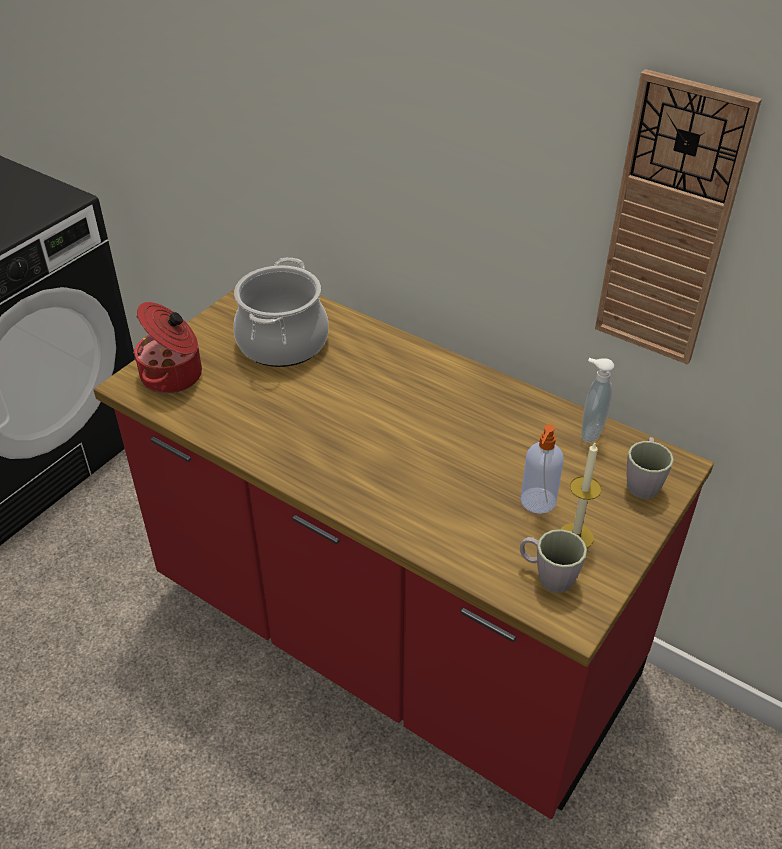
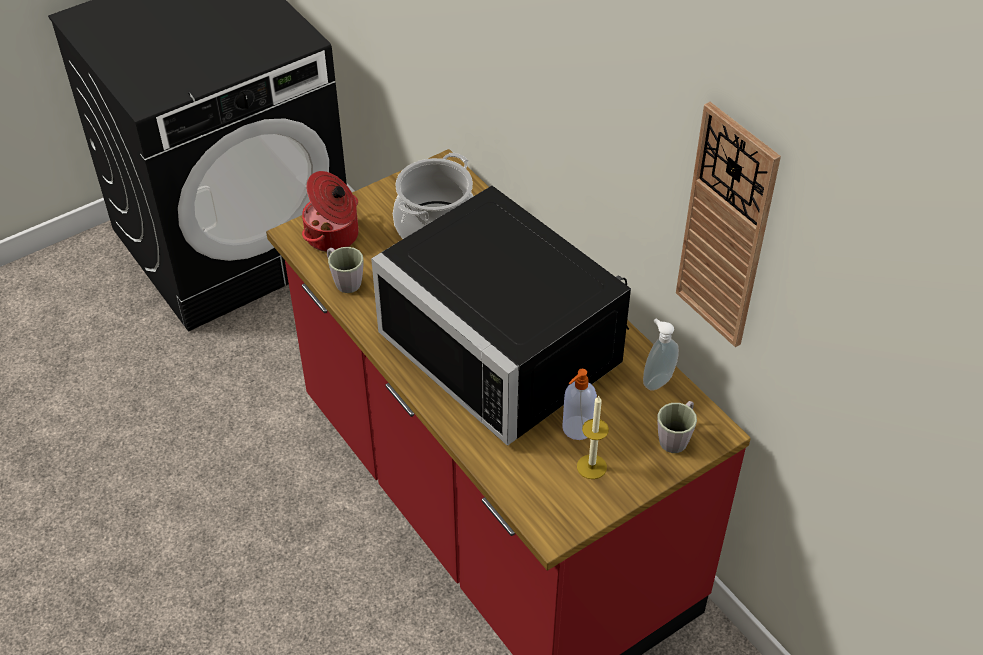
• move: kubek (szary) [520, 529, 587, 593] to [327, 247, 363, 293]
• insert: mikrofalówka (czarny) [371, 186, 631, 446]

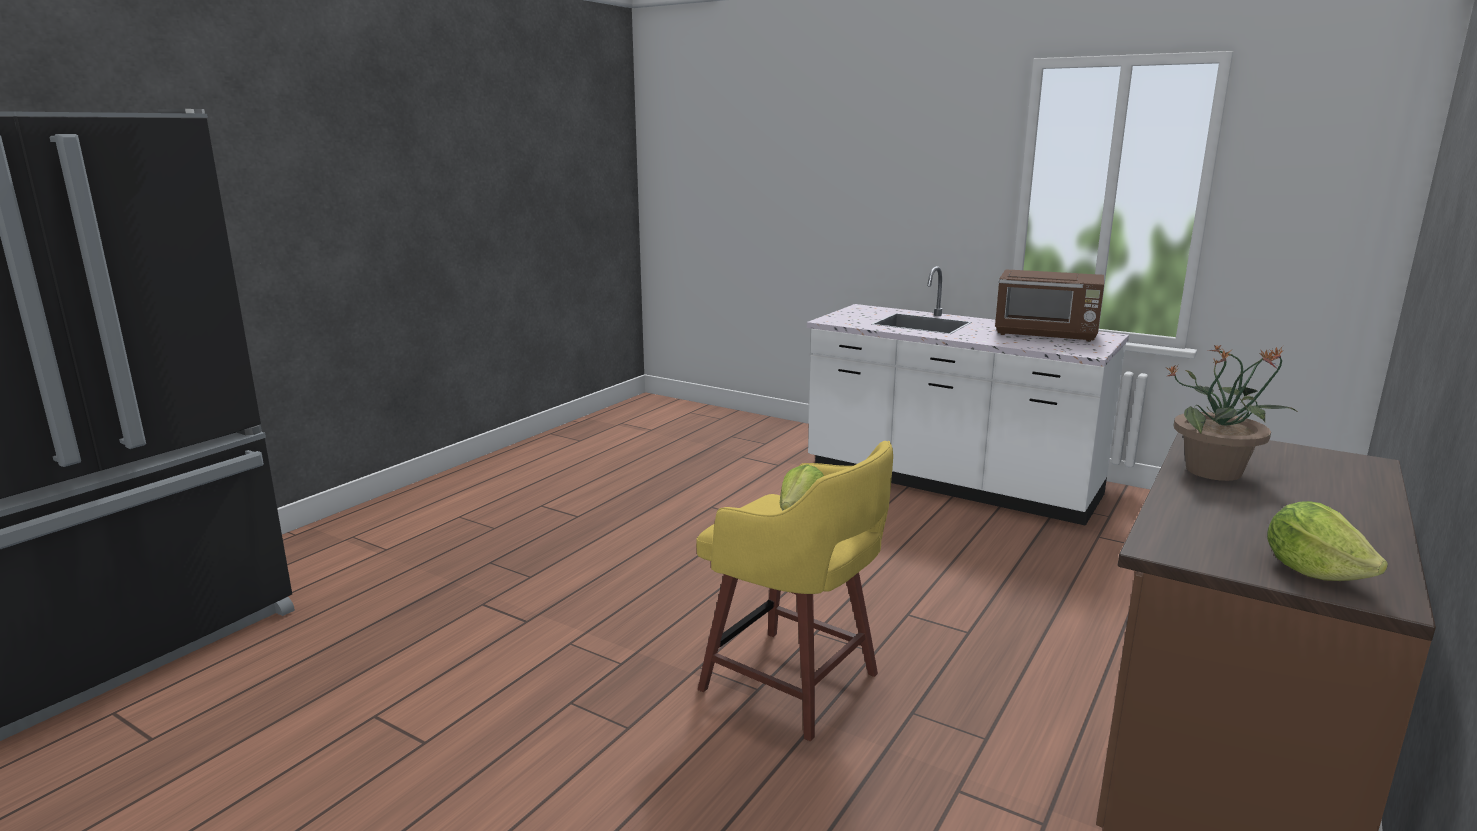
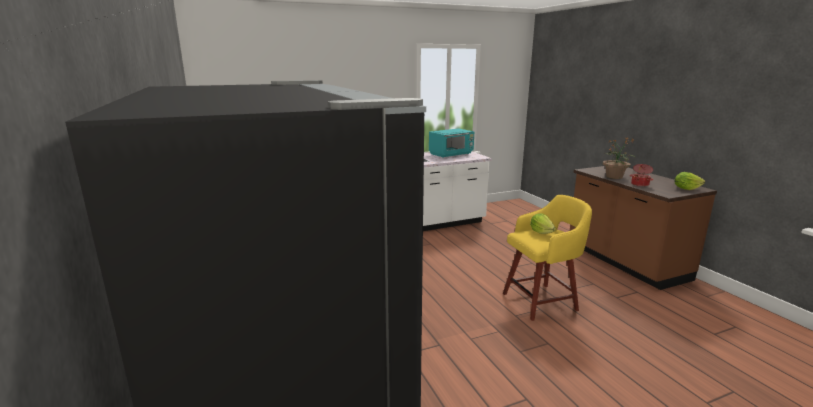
• recolor: mikrofalówka (brązowy) [995, 269, 1104, 342] to mikrofalówka (turkusowy) [429, 128, 474, 158]
• insert: garnek [630, 164, 653, 187]

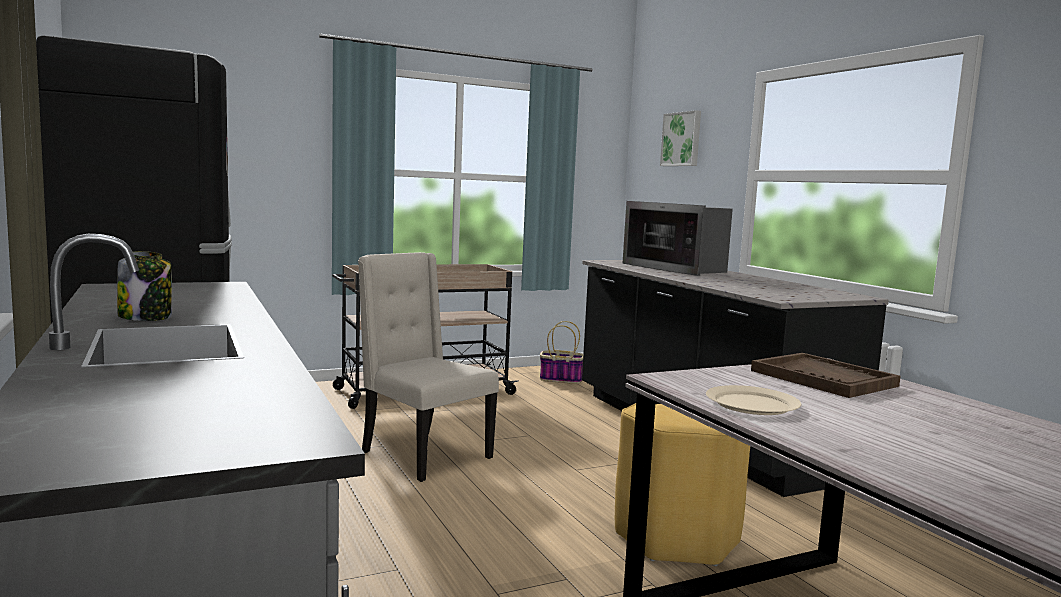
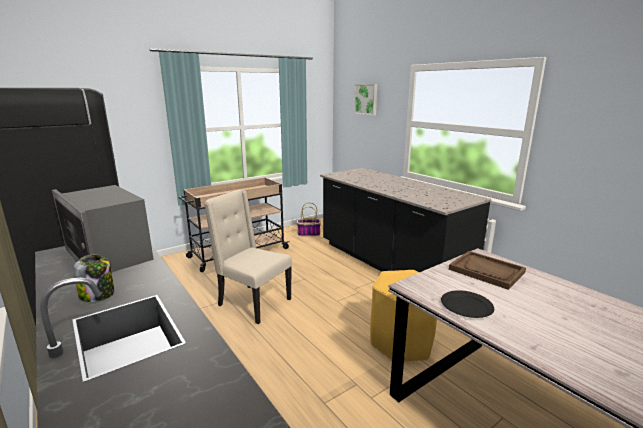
• move: mikrofalówka [622, 201, 733, 276] to [52, 185, 154, 272]
• recolor: talerz (beżowy) [706, 385, 801, 415] to talerz (czarny) [441, 290, 494, 318]

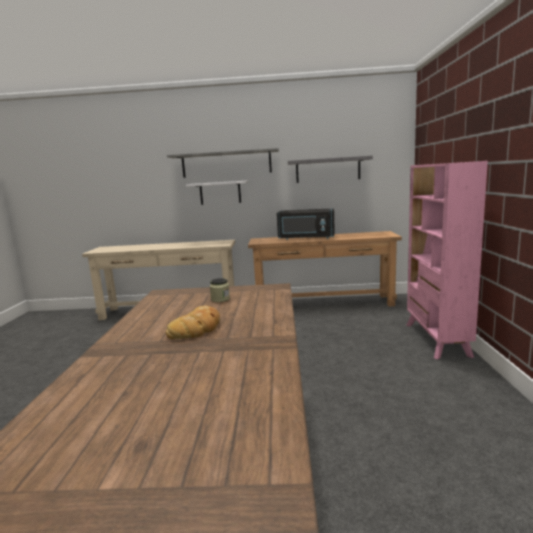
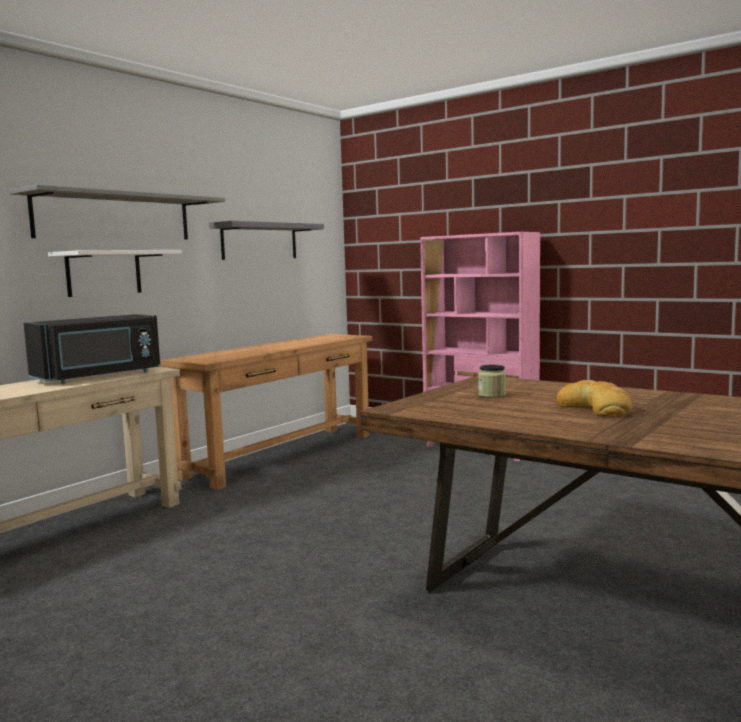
• move: mikrofalówka (czarny) [277, 208, 335, 240] to [24, 314, 160, 384]

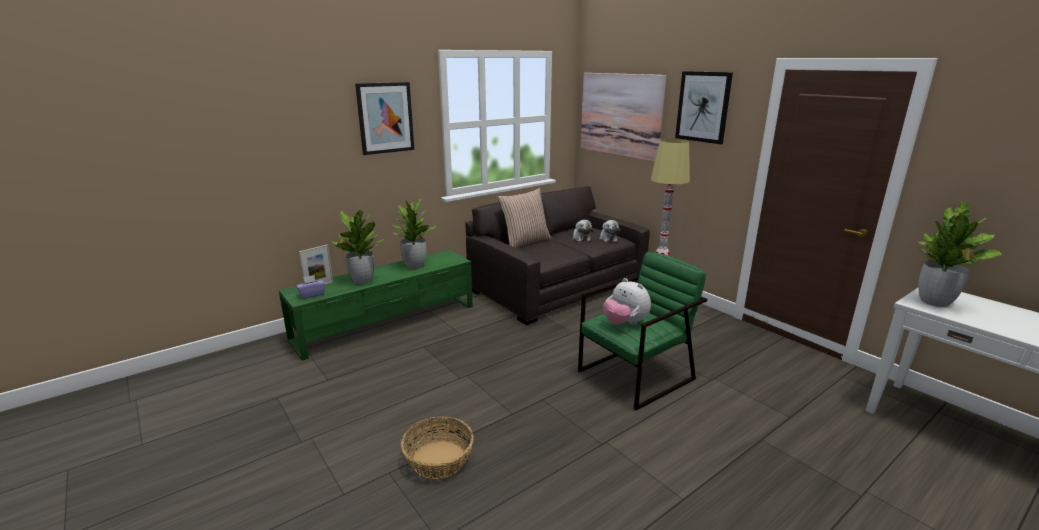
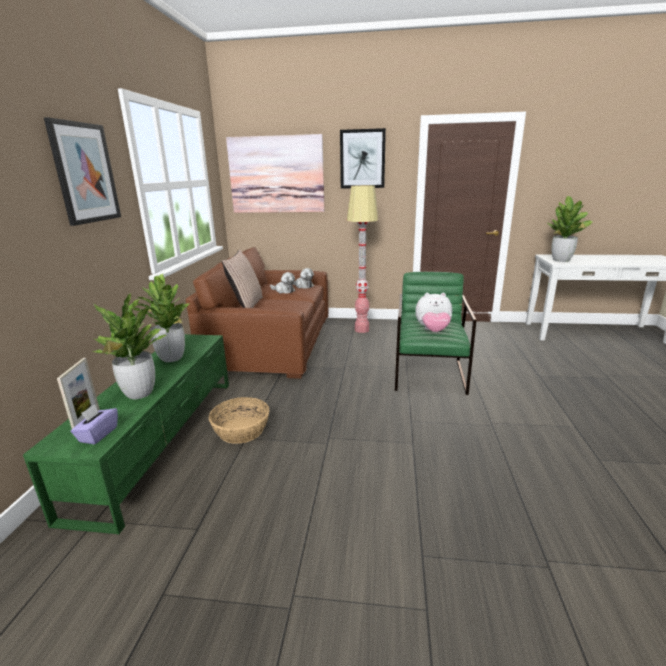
• recolor: kanapa (szary) [465, 186, 650, 325] to kanapa (brązowy) [186, 247, 328, 379]
• move: koszyk [401, 417, 474, 479] to [209, 397, 269, 444]

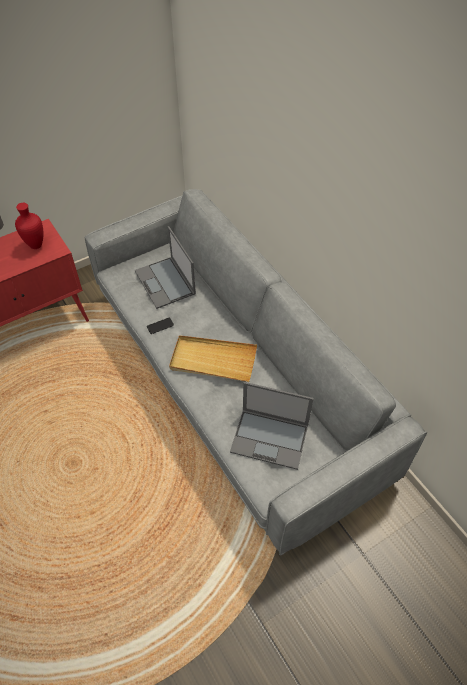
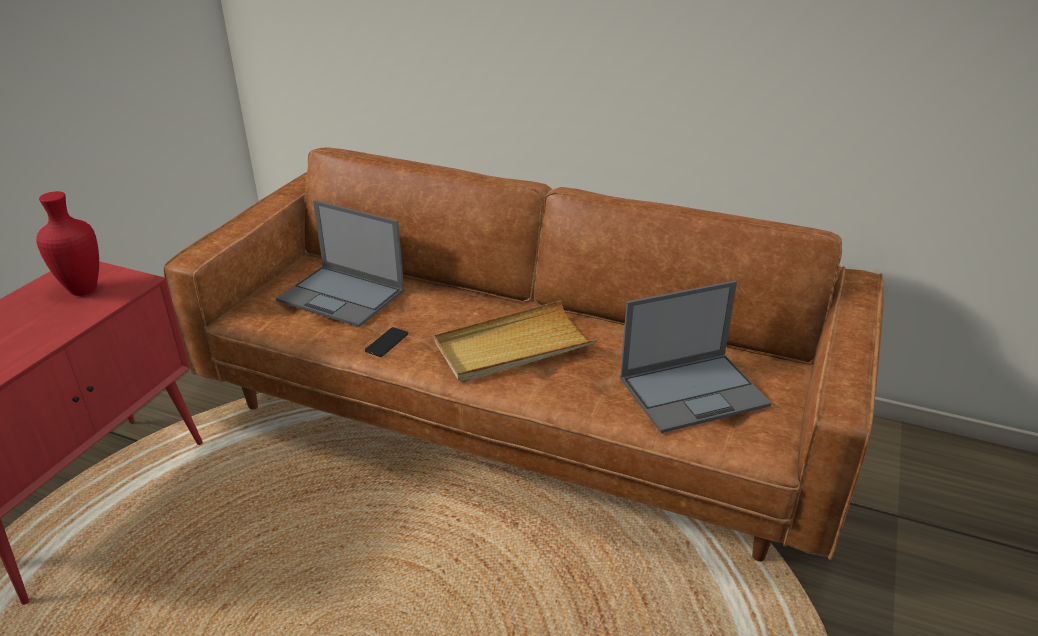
• recolor: kanapa (szary) [85, 189, 427, 556] to kanapa (brązowy) [163, 147, 884, 561]

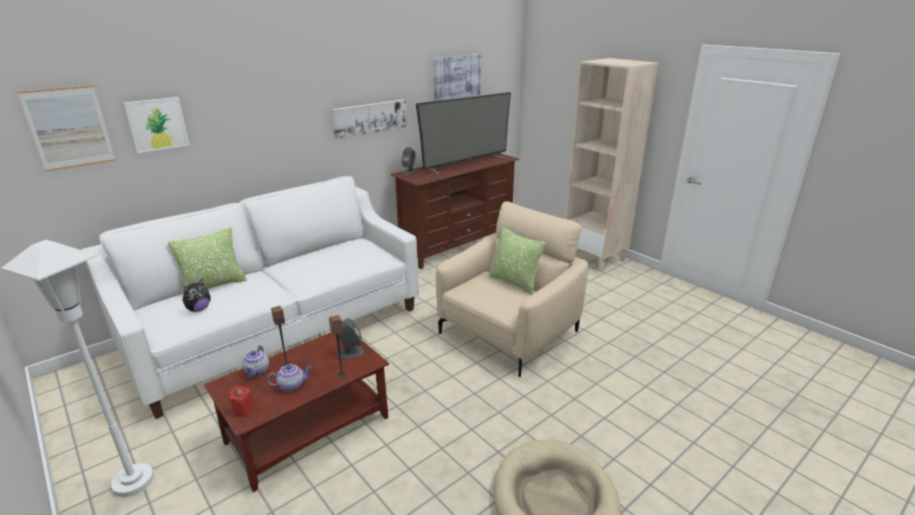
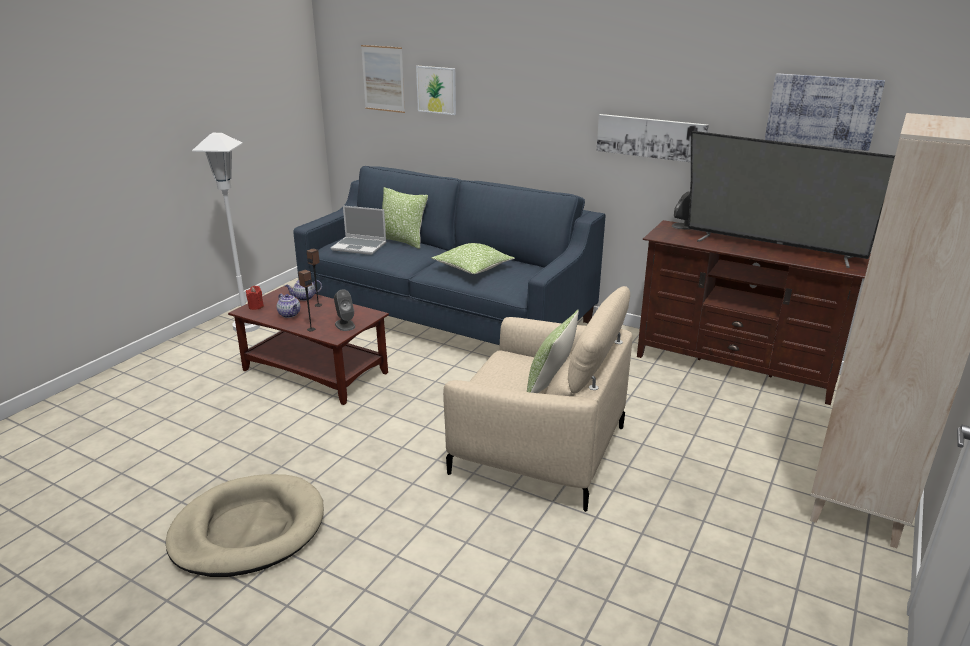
• recolor: kanapa (biały) [81, 176, 419, 419] to kanapa (niebieski) [293, 166, 606, 345]
• replace: pluszak [182, 279, 210, 312] to laptop [331, 206, 386, 255]
• insert: poduszka [432, 243, 515, 274]

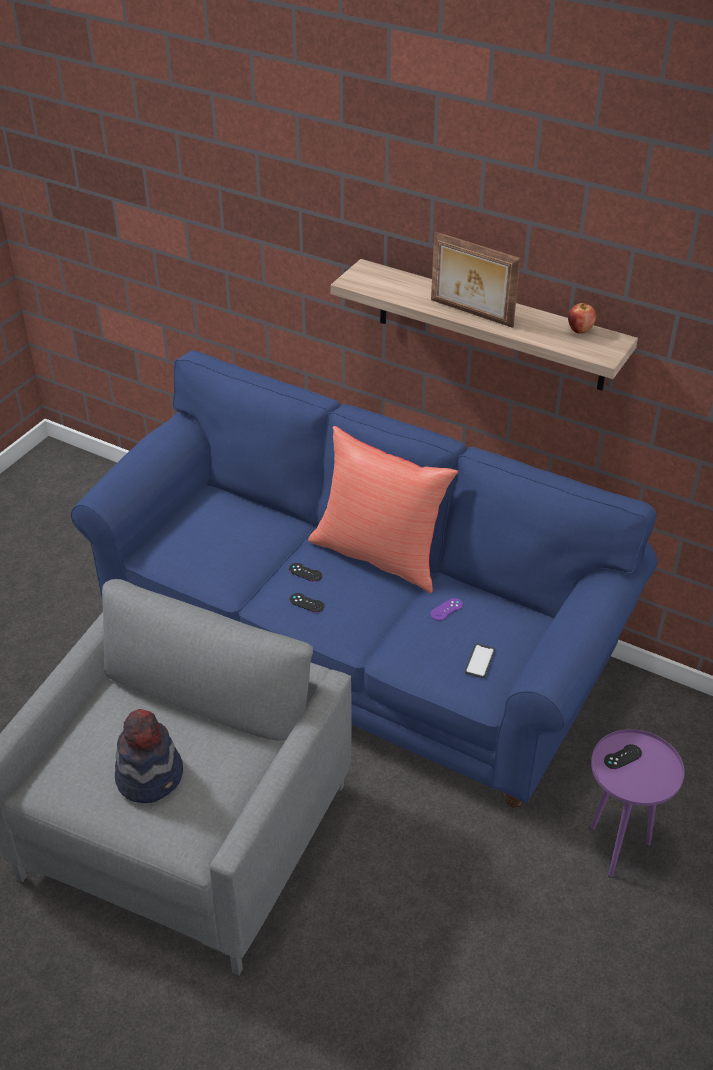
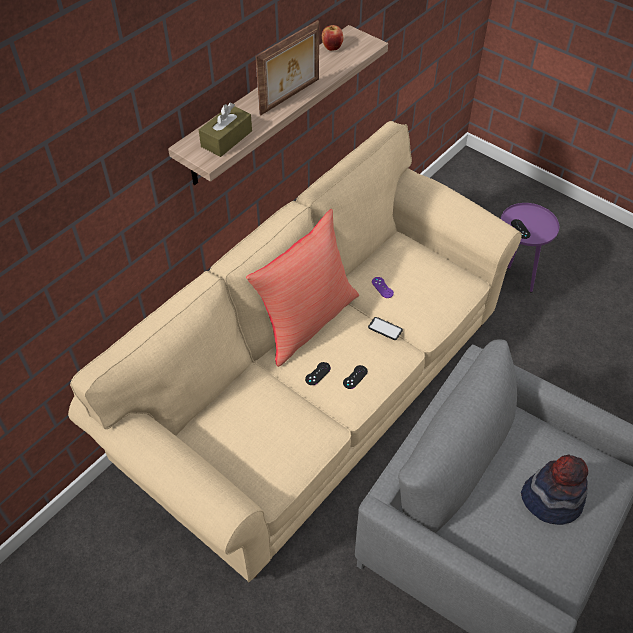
• recolor: kanapa (niebieski) [71, 351, 658, 808] to kanapa (beżowy) [68, 121, 522, 583]
• insert: pudełko chusteczek (brązowy) [199, 102, 252, 157]
• move: telefon [465, 644, 495, 678] to [368, 317, 403, 340]

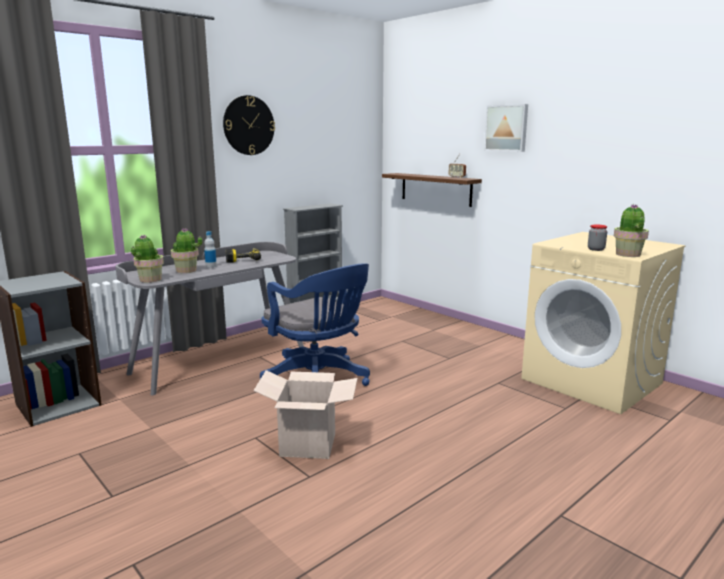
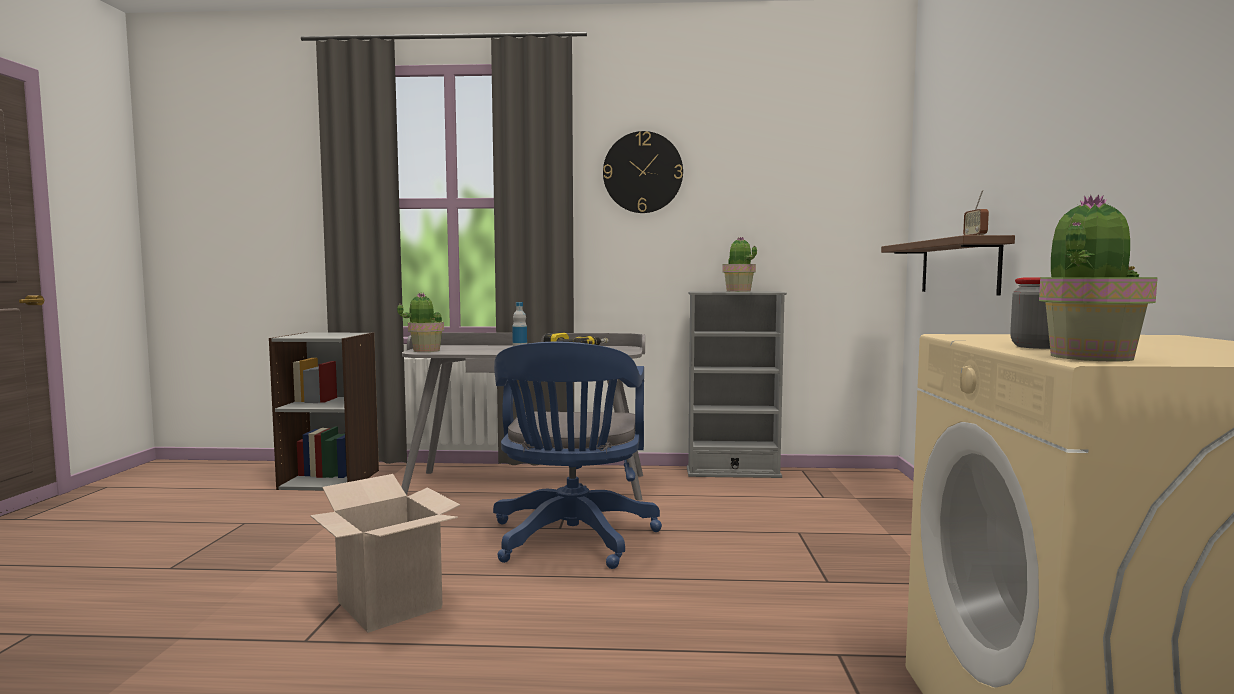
• move: roślina doniczkowa [171, 228, 202, 273] to [722, 236, 757, 292]
• delete: obraz [484, 104, 528, 152]

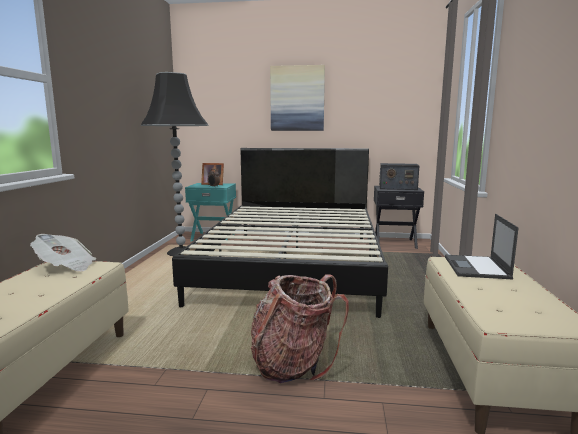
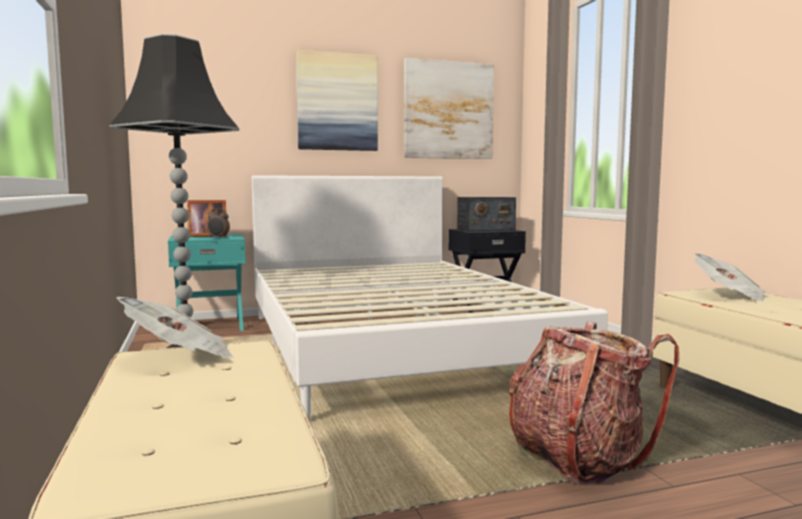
• recolor: łóżko (czarny) [172, 148, 388, 318] to łóżko (biały) [252, 175, 608, 422]
• insert: obraz [404, 58, 494, 159]
• replace: laptop [445, 214, 519, 279] to gazeta [694, 253, 766, 302]

